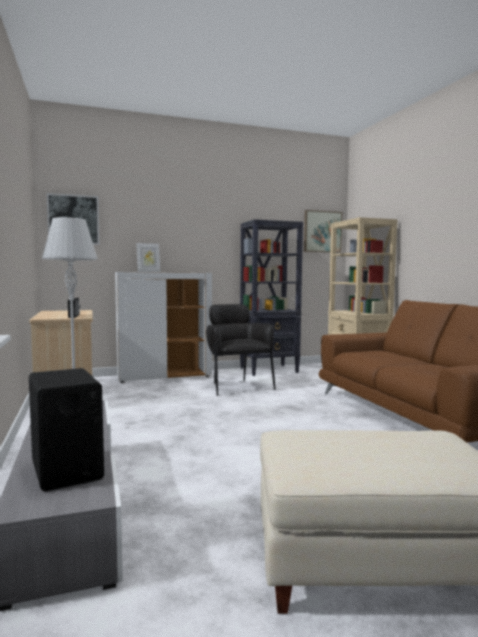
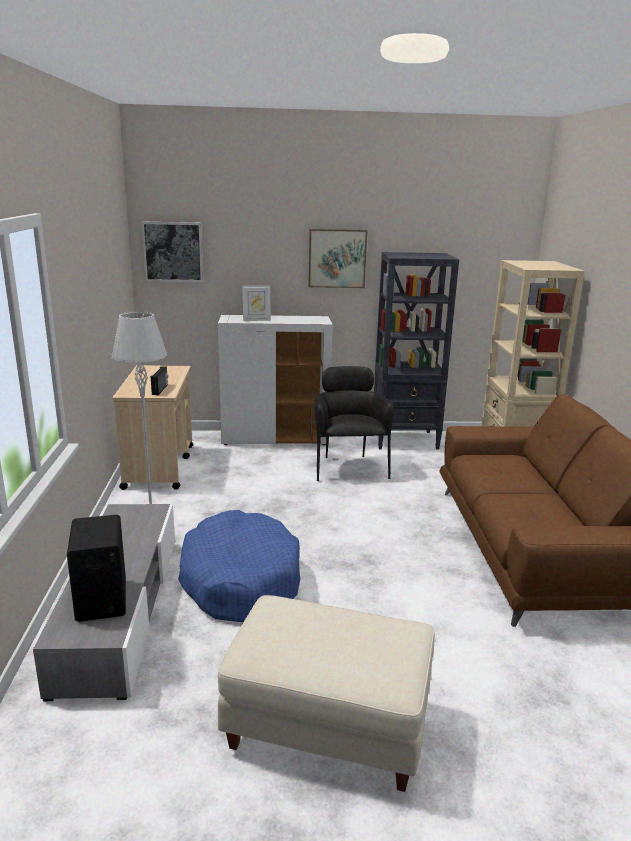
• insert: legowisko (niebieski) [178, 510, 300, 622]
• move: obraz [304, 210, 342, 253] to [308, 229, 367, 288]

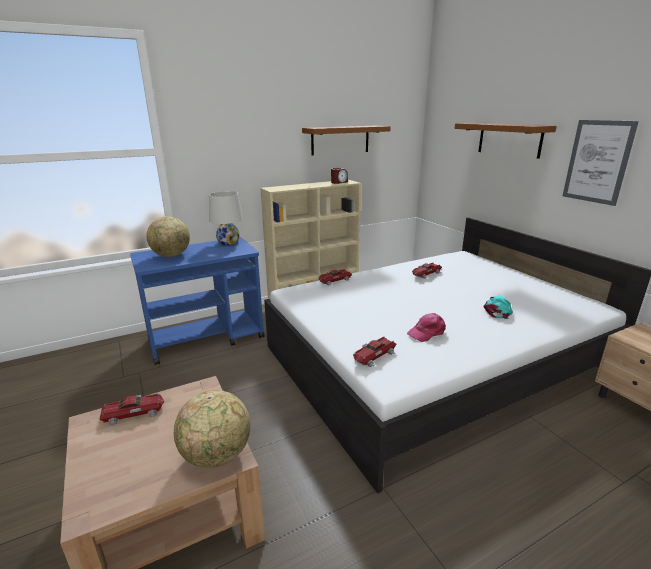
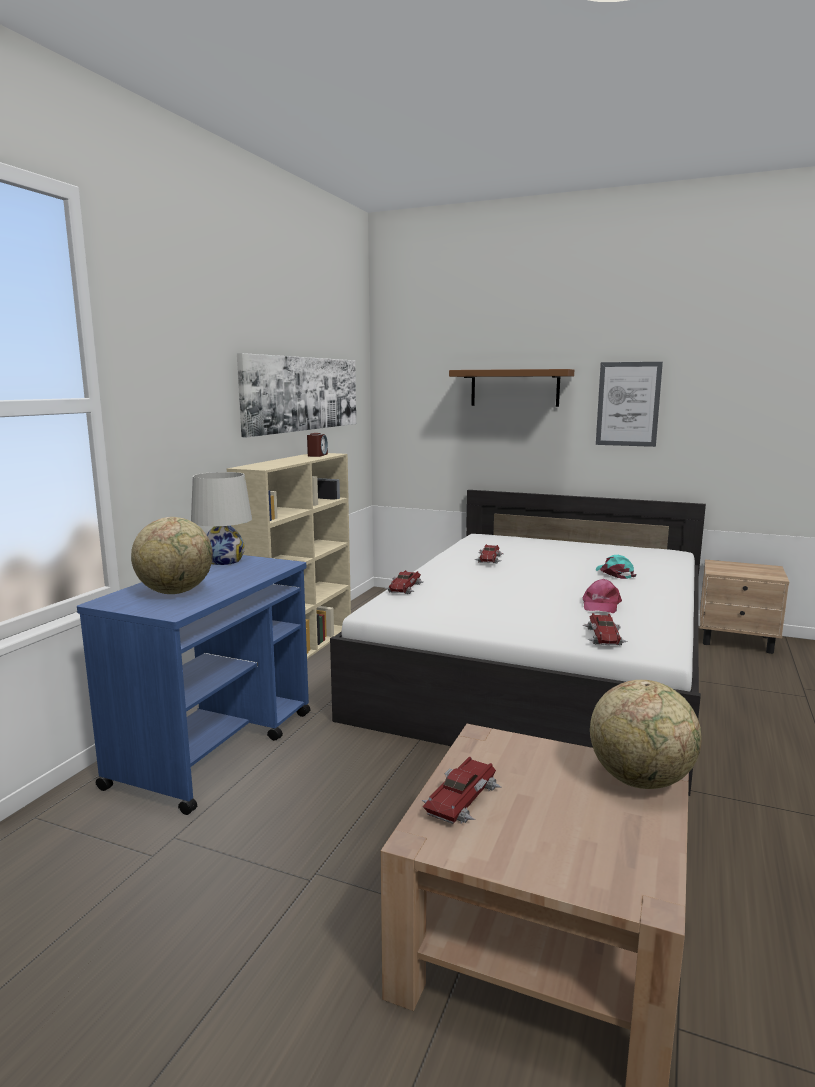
• replace: półka (brązowy) [302, 126, 391, 156] to obraz [237, 353, 356, 437]

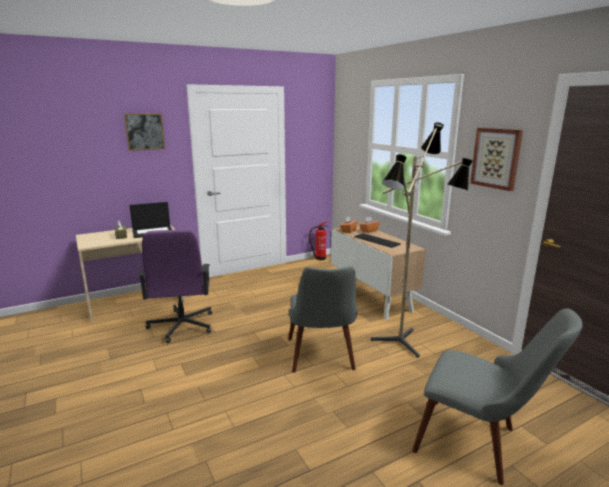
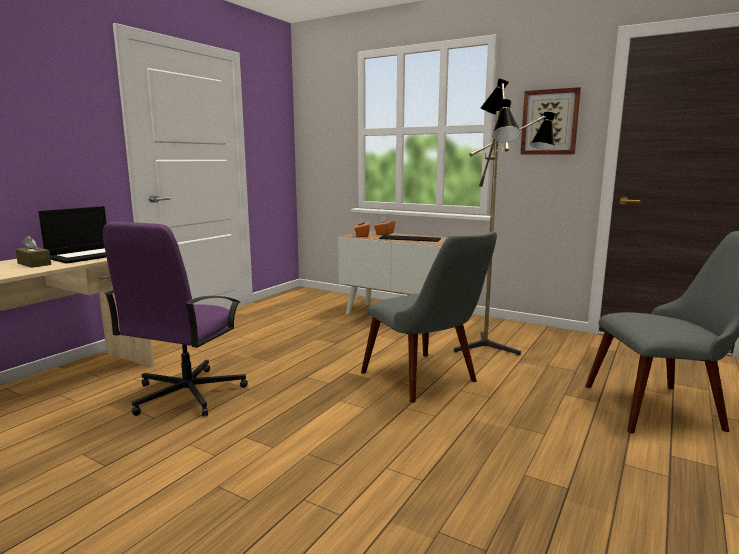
• rotate: krzesło biurowe (fioletowy) [138, 229, 212, 343] = [103, 222, 248, 417] 60 degrees clockwise
• delete: obraz [124, 113, 165, 151]
• delete: gaśnica [309, 221, 328, 260]

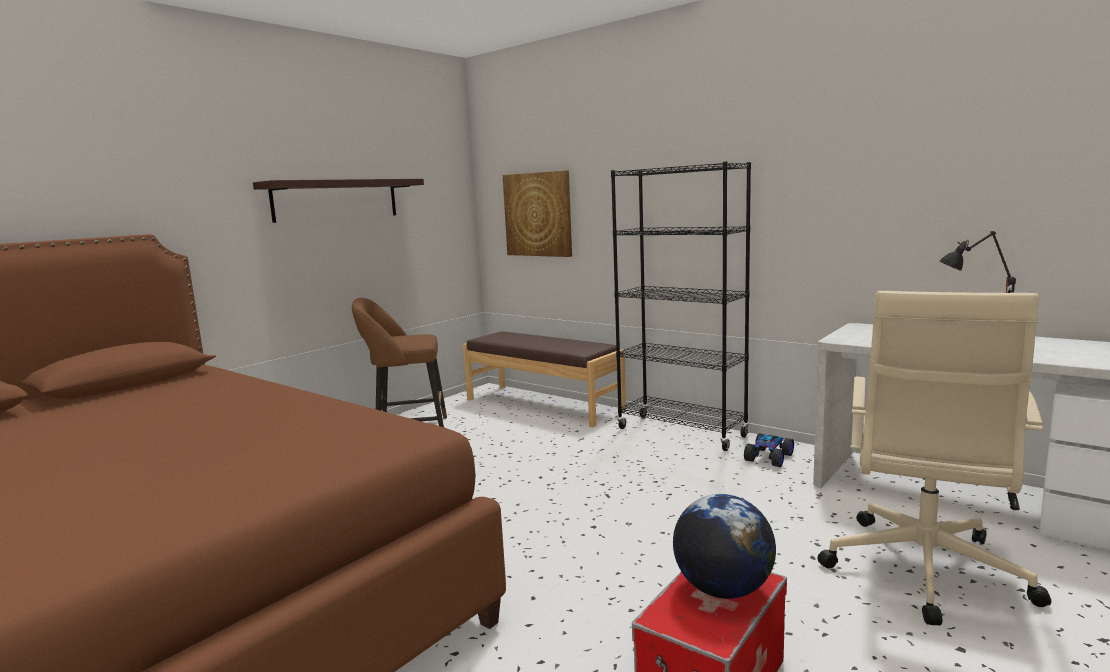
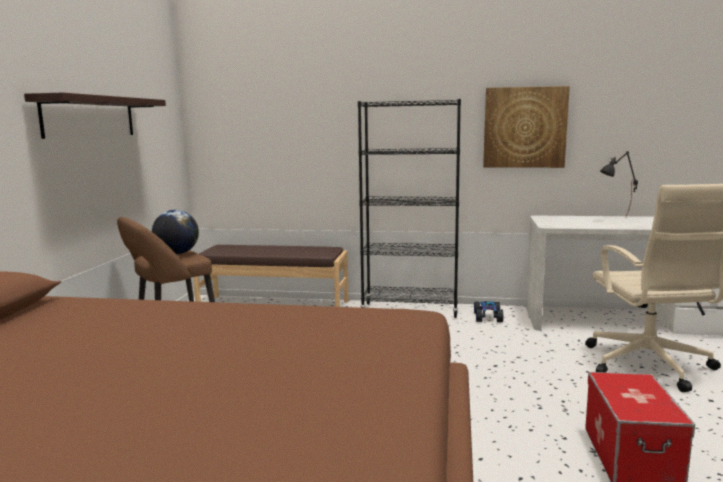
• move: globus [673, 494, 776, 599] to [152, 210, 199, 255]
• move: obraz [503, 170, 572, 257] to [483, 86, 570, 168]

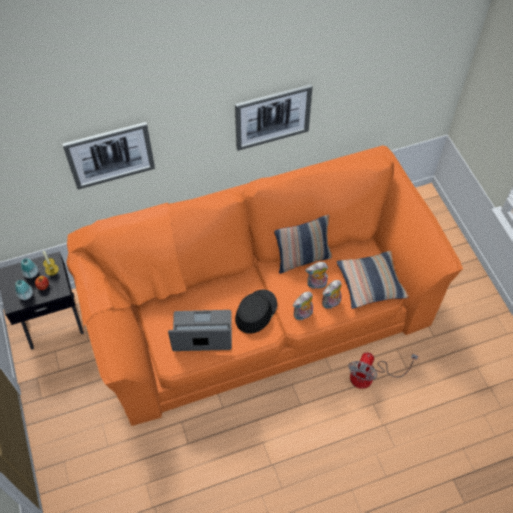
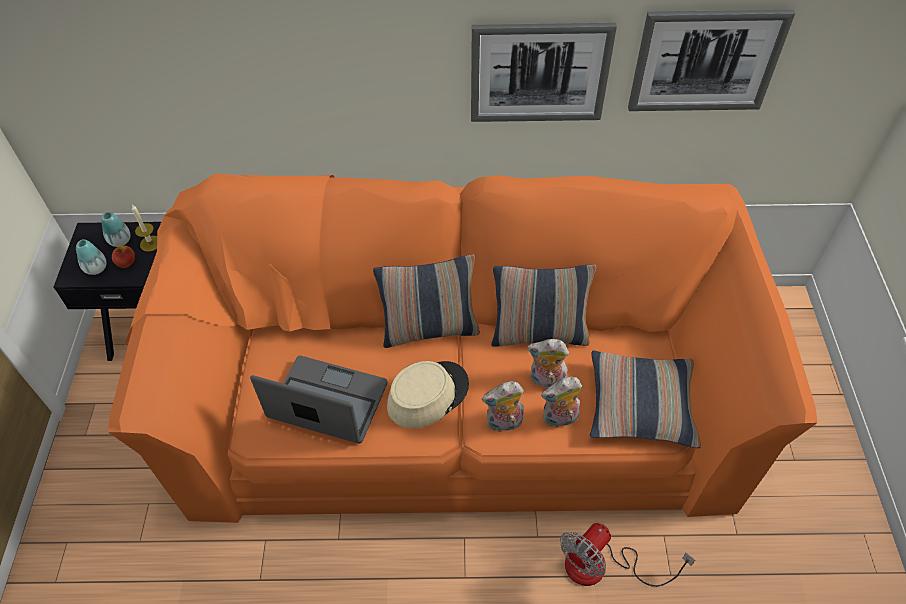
• insert: poduszka [373, 254, 480, 348]
• recolor: kapelusz (czarny) [235, 290, 277, 334] to kapelusz (beżowy) [387, 361, 469, 428]
• move: obraz [63, 122, 155, 190] to [628, 10, 795, 111]

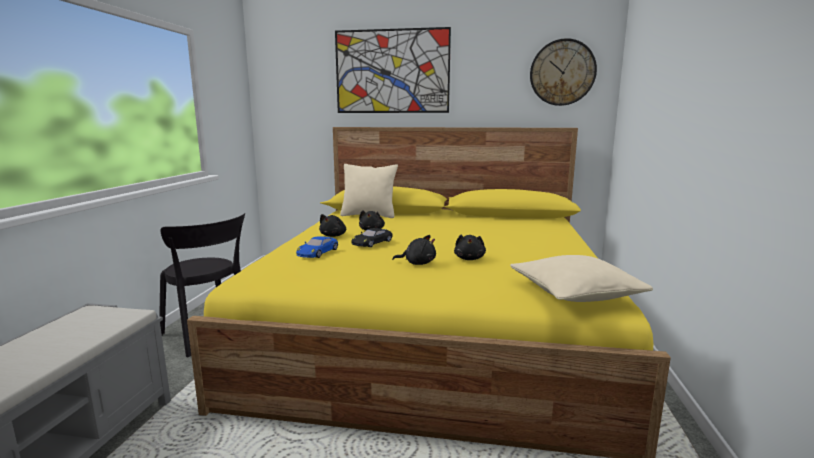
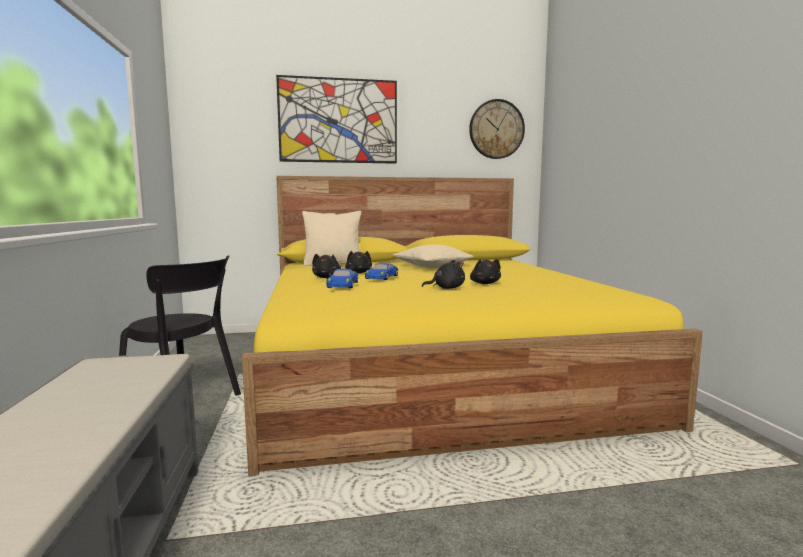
• recolor: samochodzik (czarny) [352, 228, 393, 247] to samochodzik (niebieski) [365, 263, 398, 280]
• move: poduszka (beżowy) [510, 255, 653, 302] to [392, 245, 474, 268]

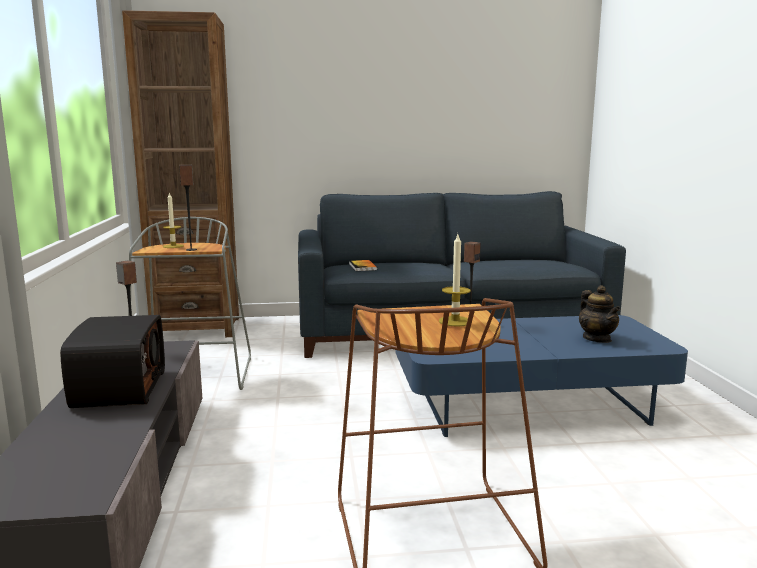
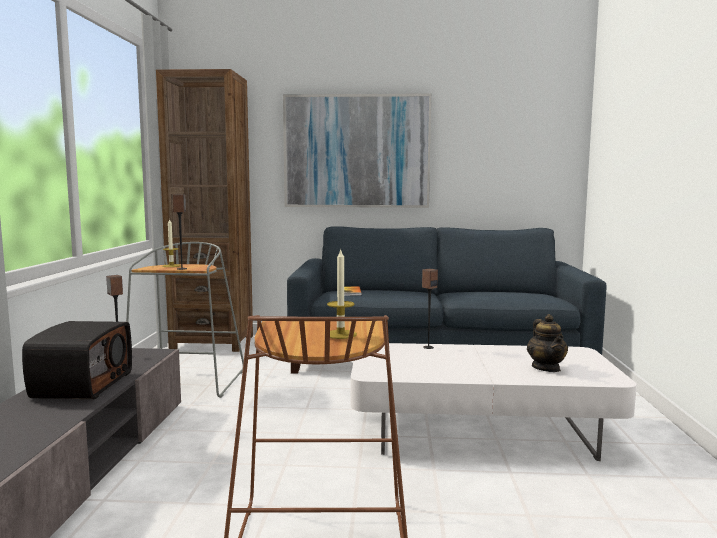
• insert: obraz [283, 94, 431, 208]
• recolor: ława (niebieski) [396, 315, 688, 437] to ława (biały) [351, 343, 636, 461]

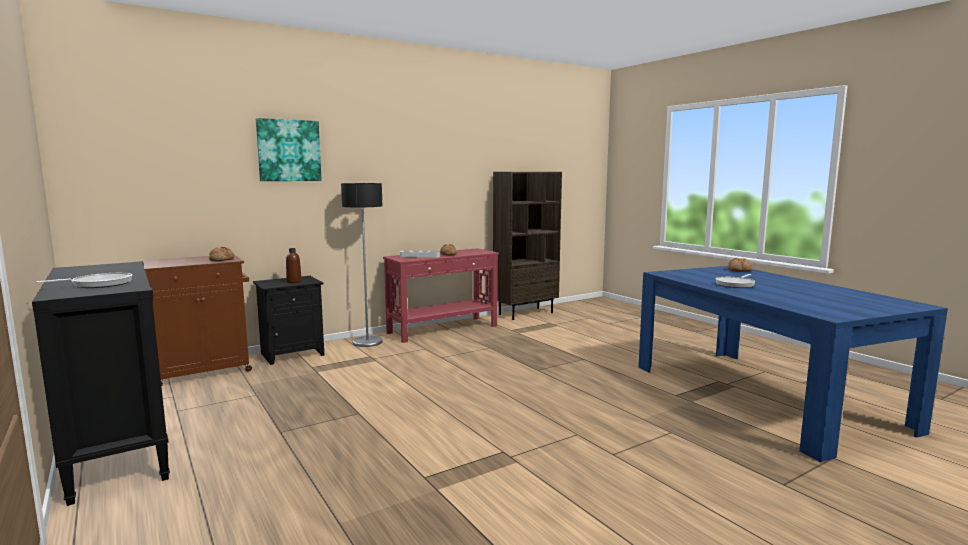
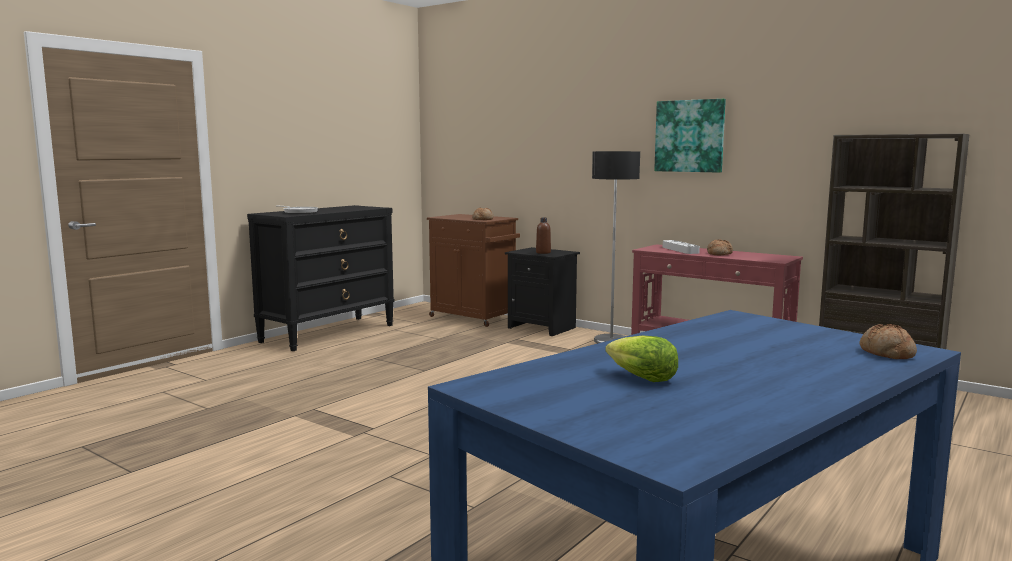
• insert: sałata [605, 335, 678, 382]
• move: obraz [256, 118, 322, 181] to [654, 99, 726, 173]
• delete: patelnia [715, 274, 755, 288]

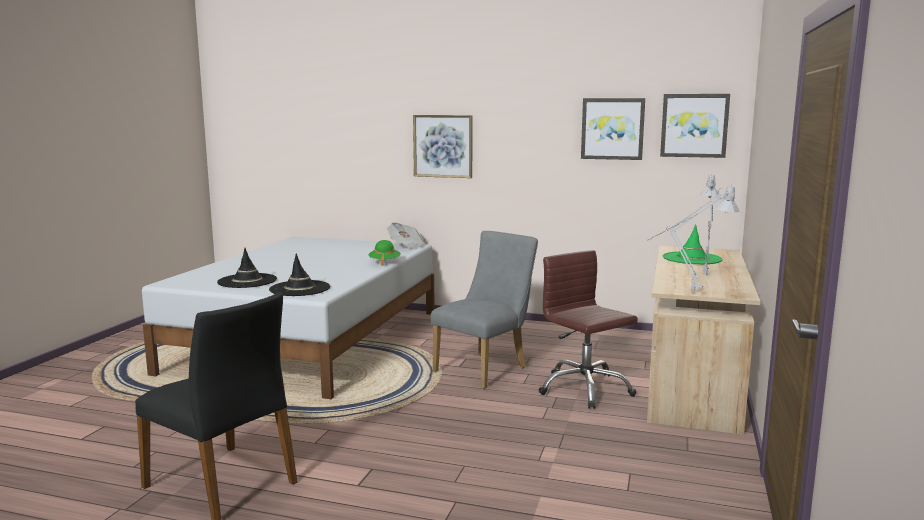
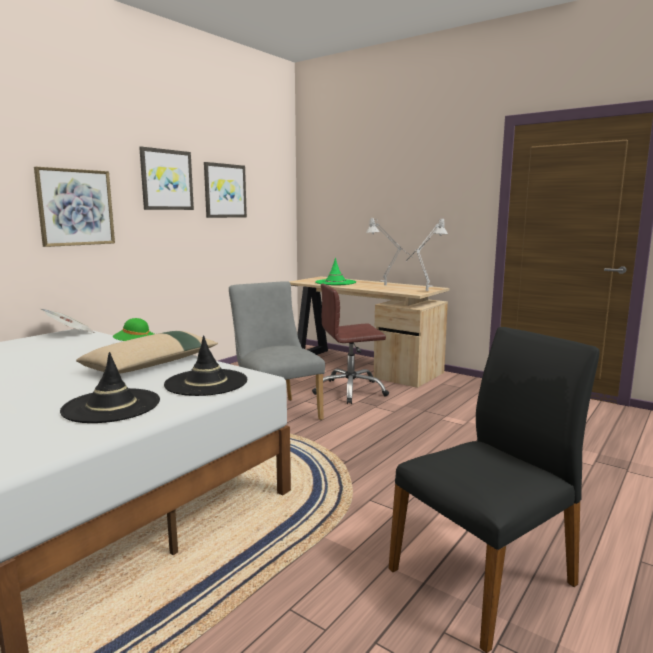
• insert: poduszka (beżowy) [76, 331, 218, 374]
• move: obraz [660, 94, 730, 158] to [139, 147, 194, 210]

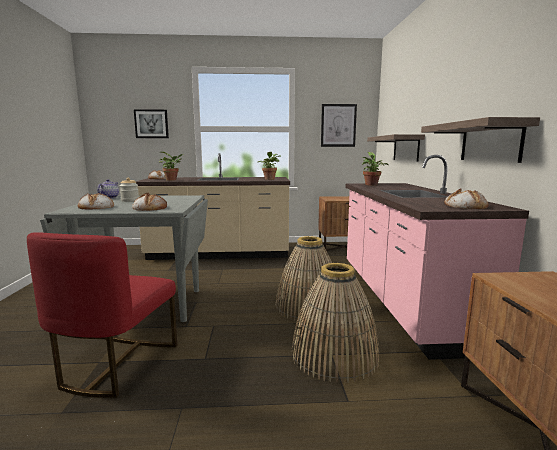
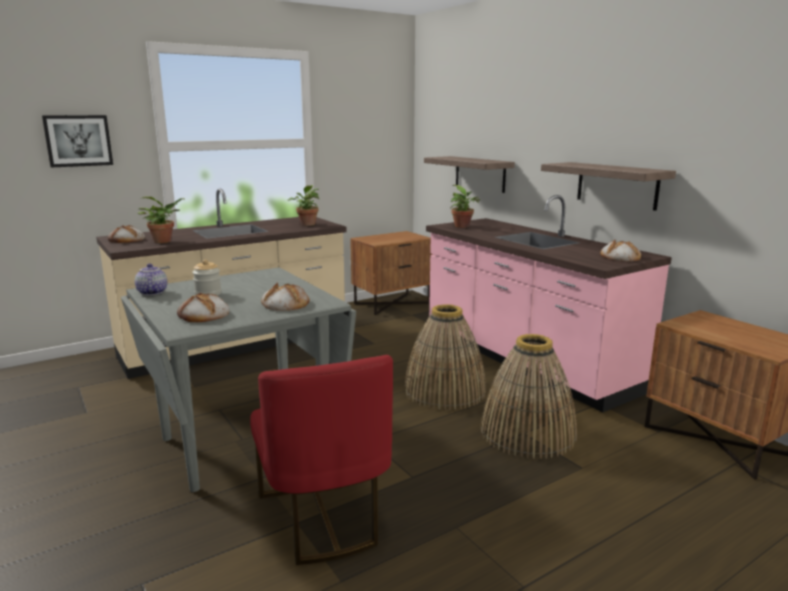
• delete: obraz [321, 104, 357, 147]

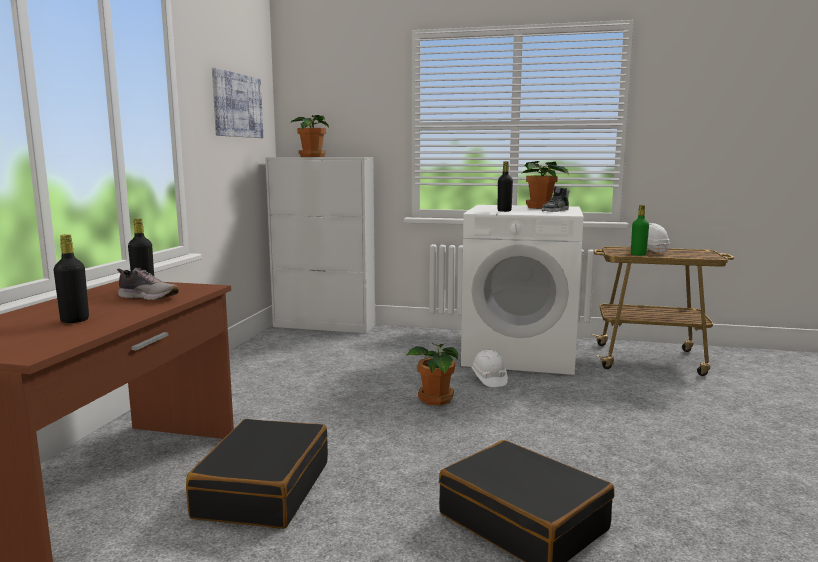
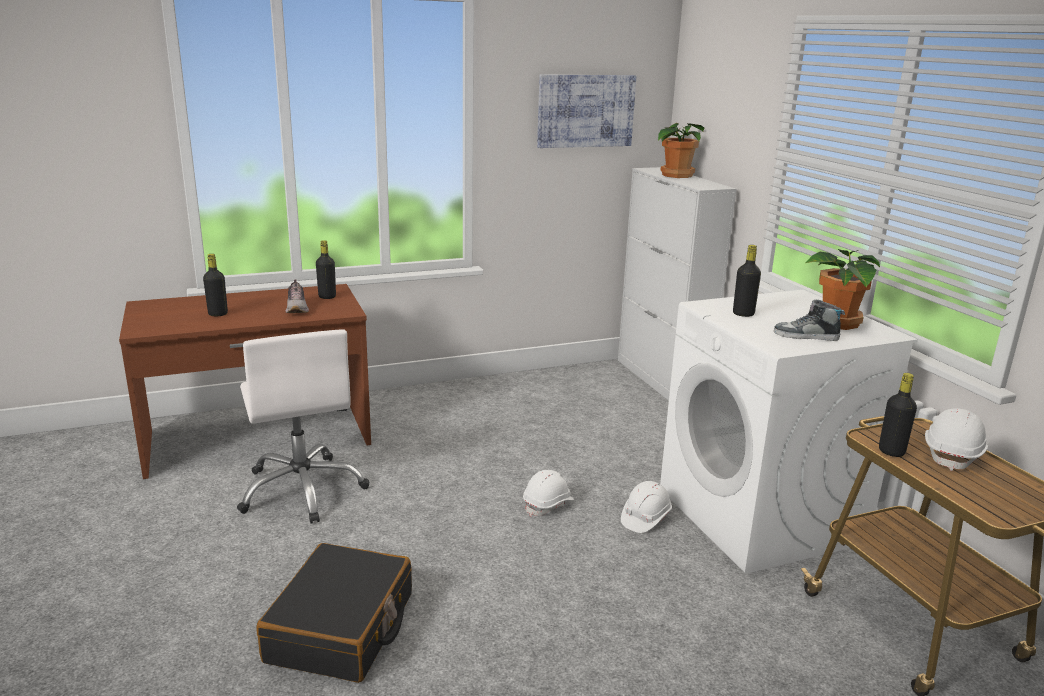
• replace: walizka (czarny) [186, 419, 328, 529] to krzesło biurowe (biały) [237, 329, 369, 524]
• replace: roślina doniczkowa [406, 342, 458, 405] to kask (biały) [523, 470, 574, 516]
• recolor: butelka (zielony) [631, 205, 649, 256] to butelka (czarny) [879, 373, 917, 457]

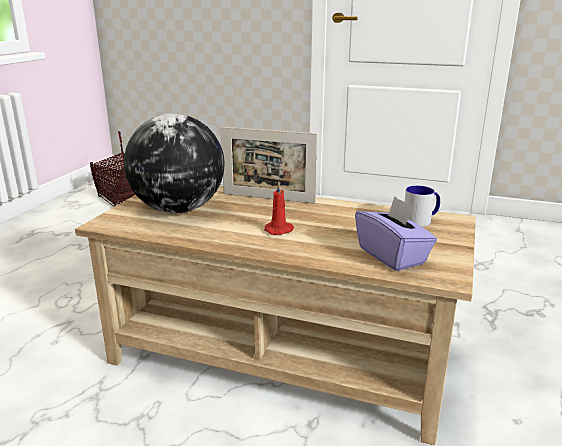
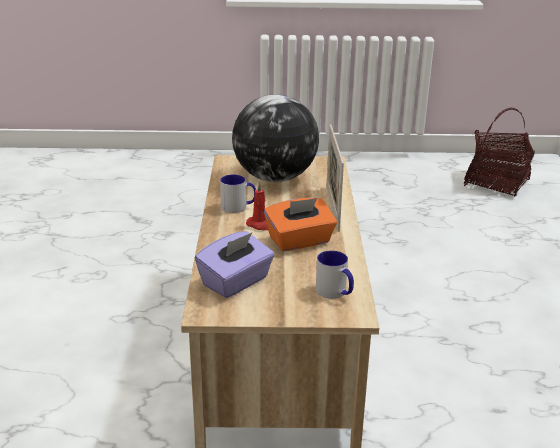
• insert: kubek [220, 174, 256, 213]
• insert: pudełko chusteczek (pomarańczowy) [264, 198, 337, 251]

